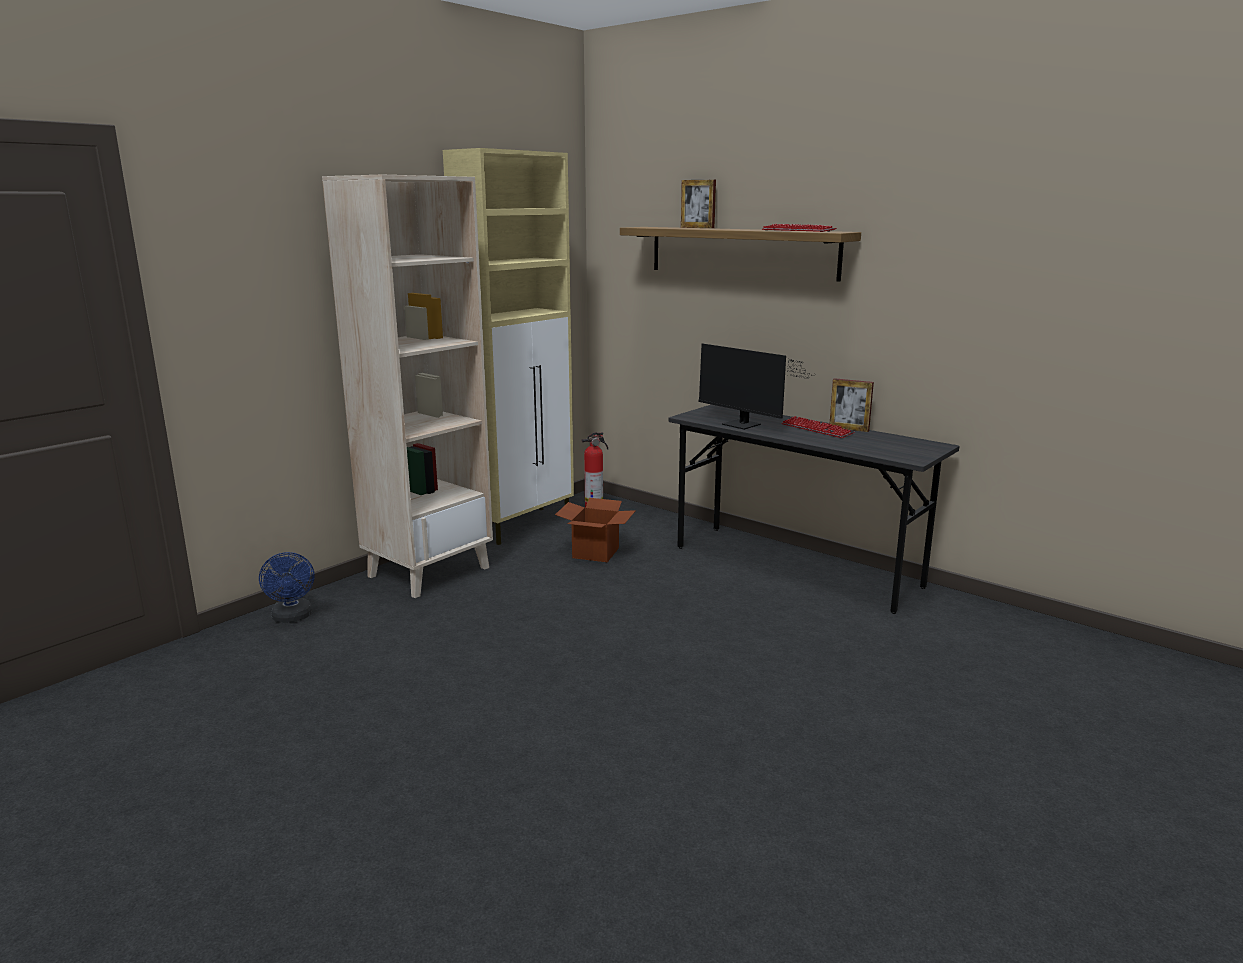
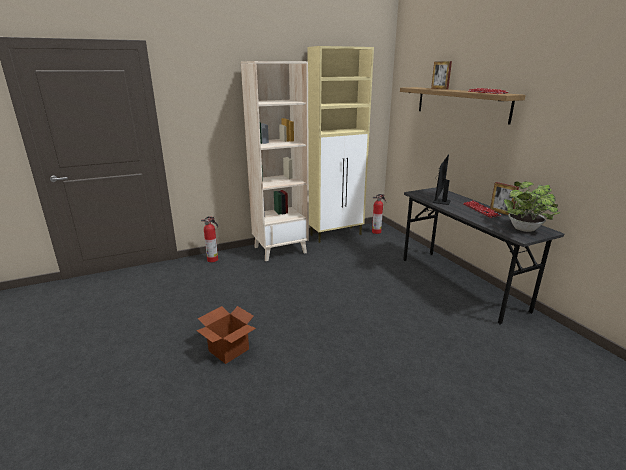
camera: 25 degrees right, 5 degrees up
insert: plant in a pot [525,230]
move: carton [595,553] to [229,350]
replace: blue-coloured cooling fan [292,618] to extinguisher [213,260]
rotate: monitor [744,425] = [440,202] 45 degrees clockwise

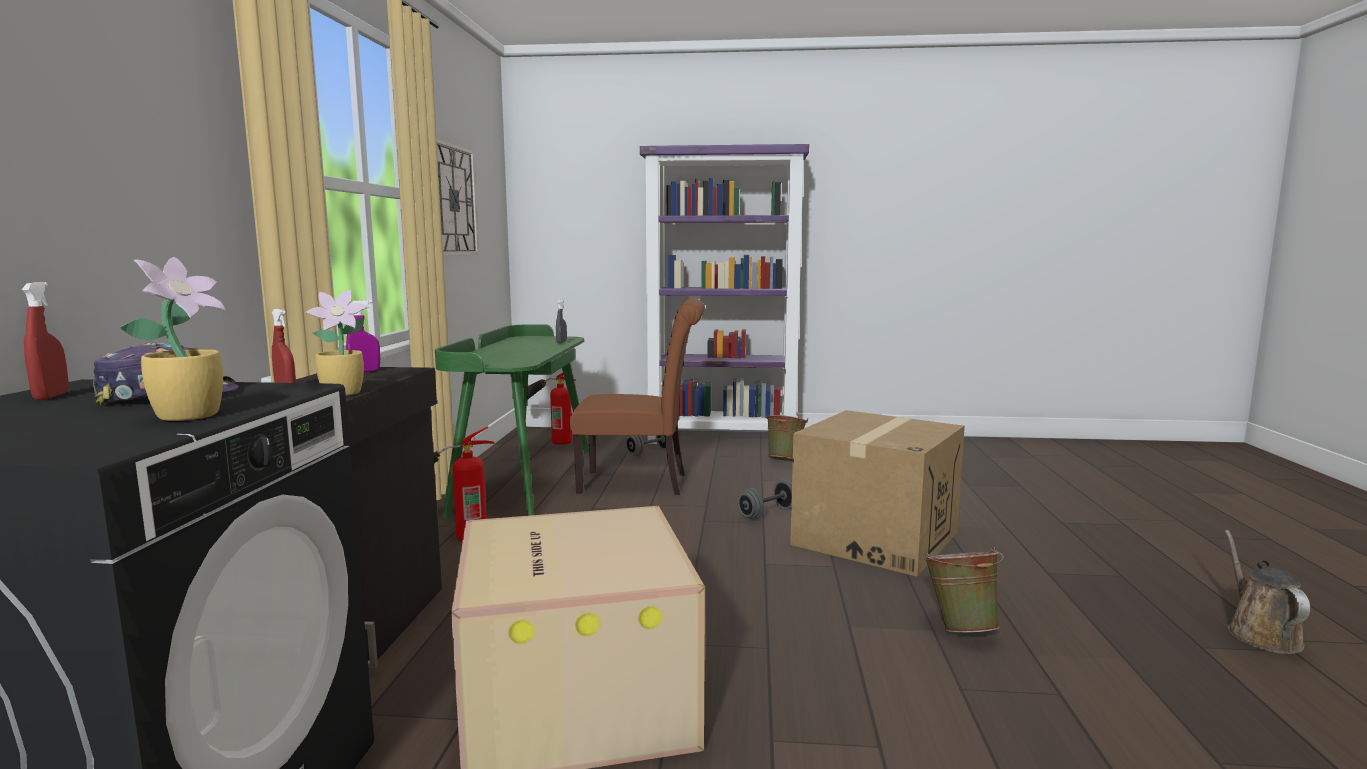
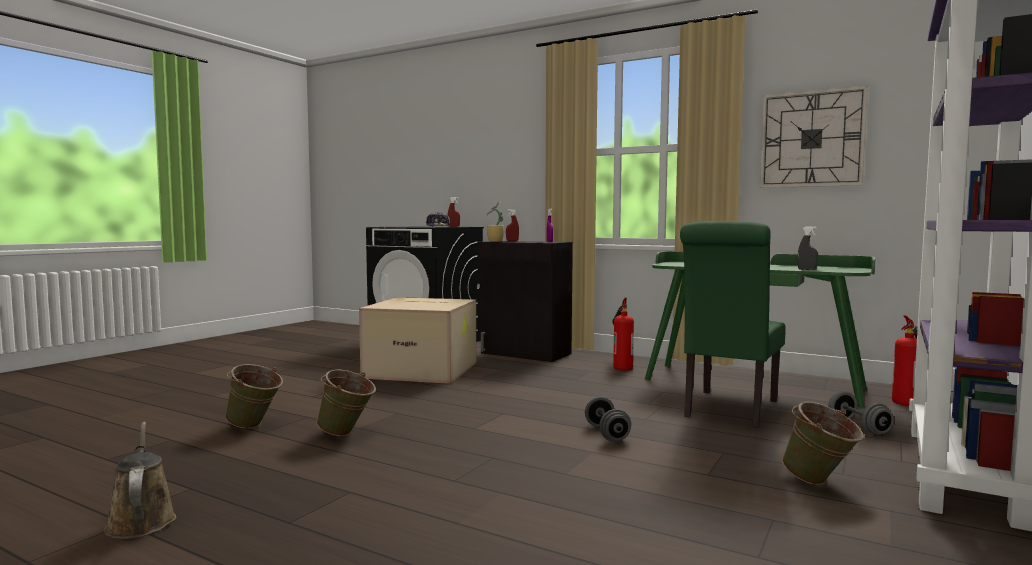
camera: 115 degrees right, 5 degrees down
delete: plant in a pot [192,415]; carton [875,538]
insert: green-coloured water bucket [254,427]
recolor: brown-coloured upright chair [640,483] to green-coloured upright chair [728,410]
rotate: brown-coloured sprinkling can [1260,634] = [141,521] 150 degrees counterclockwise

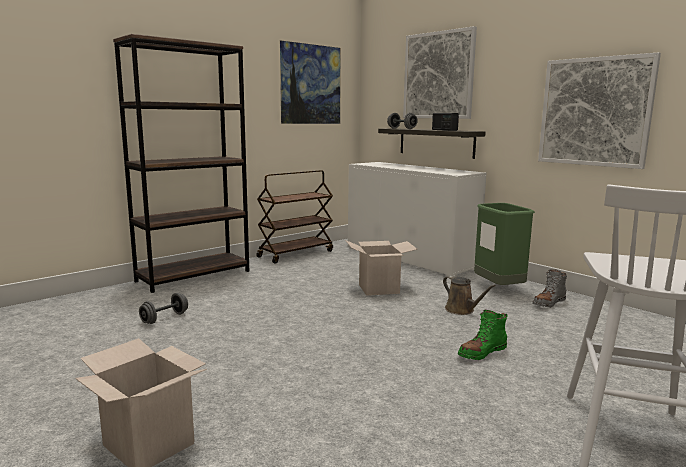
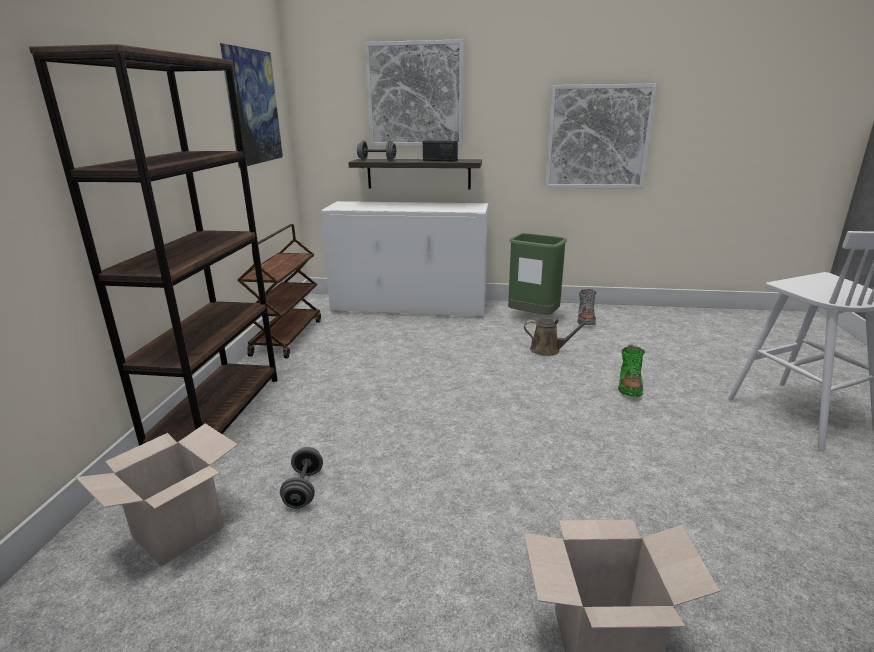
camera: 40 degrees left, 10 degrees up
move: carton [379,289] to [178,531]

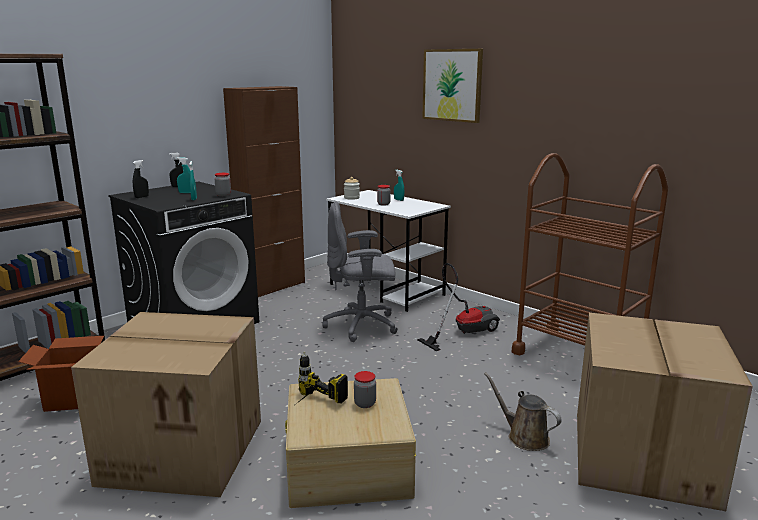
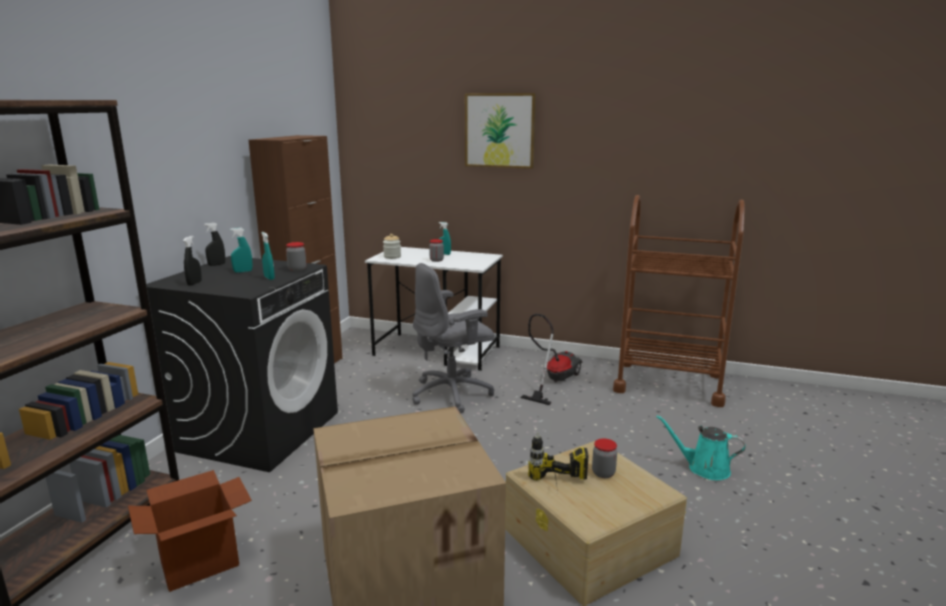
camera: 25 degrees left, 0 degrees up
delete: carton [645,459]
recolor: brown-coloured sprinkling can [524,437] to turquoise-coloured sprinkling can [704,468]

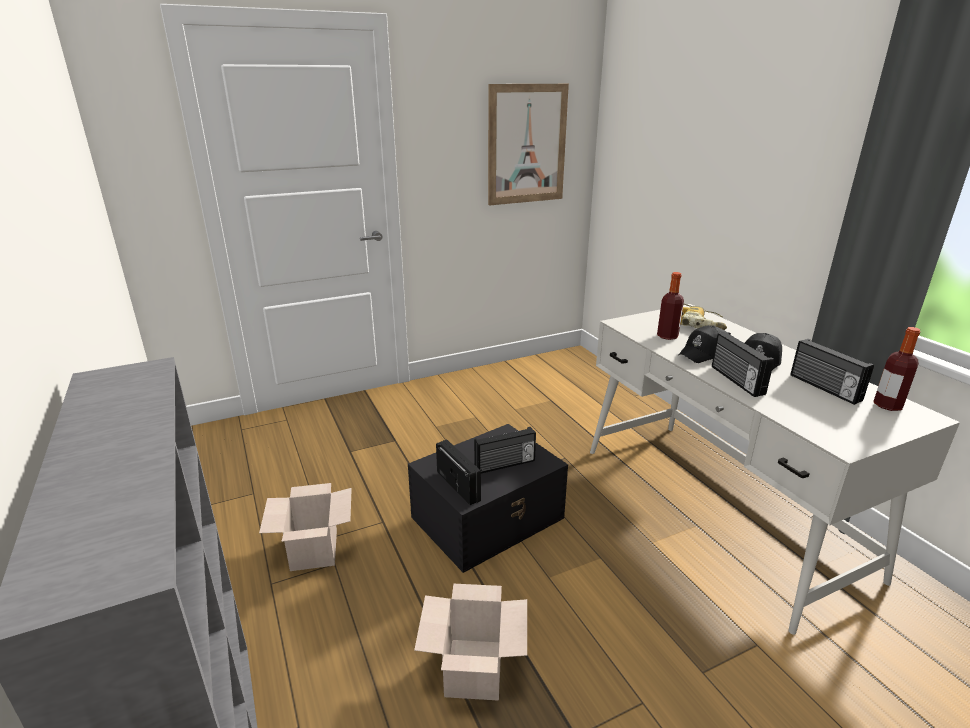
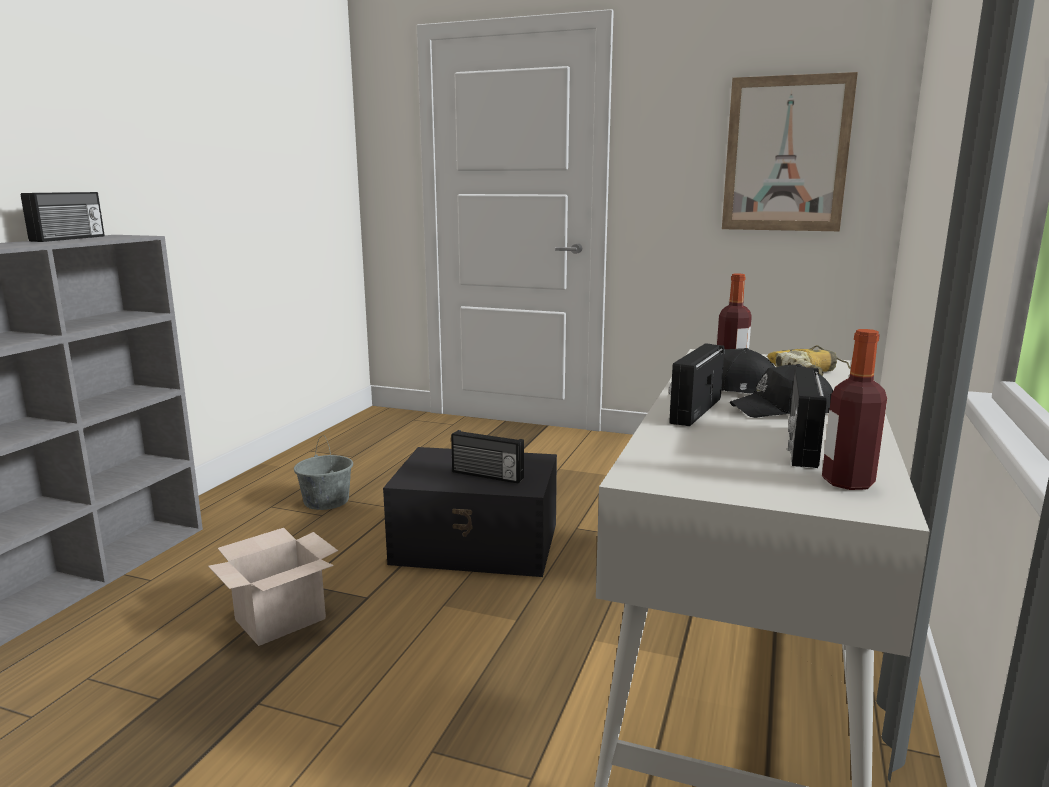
camera: 45 degrees right, 10 degrees down
move: radio receiver [459,485] to [70,238]
replace: carton [313,549] to greyish water bucket [326,501]

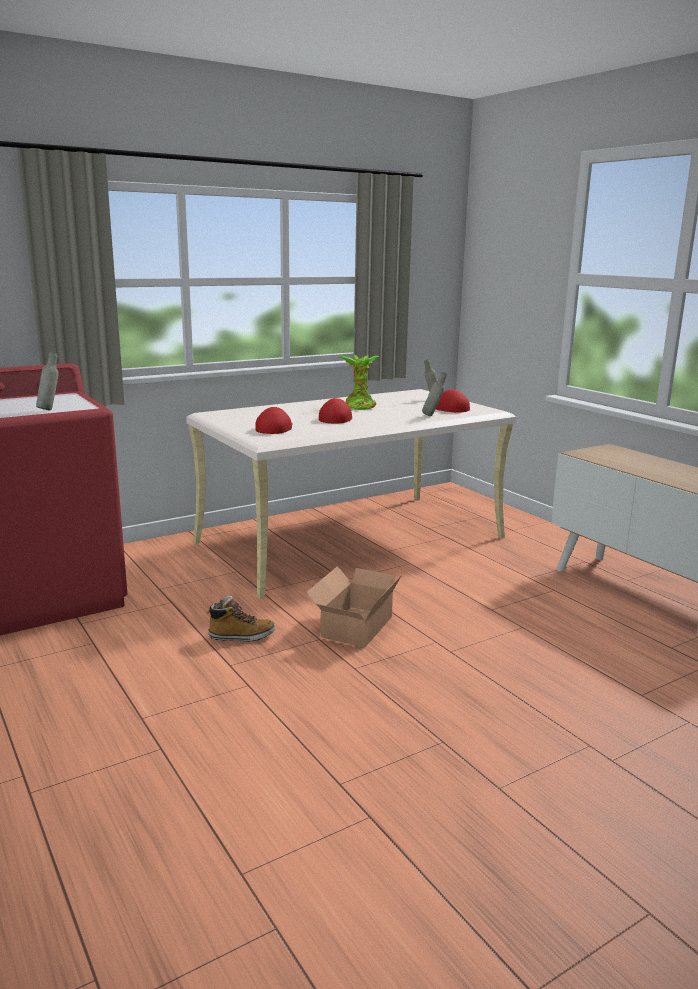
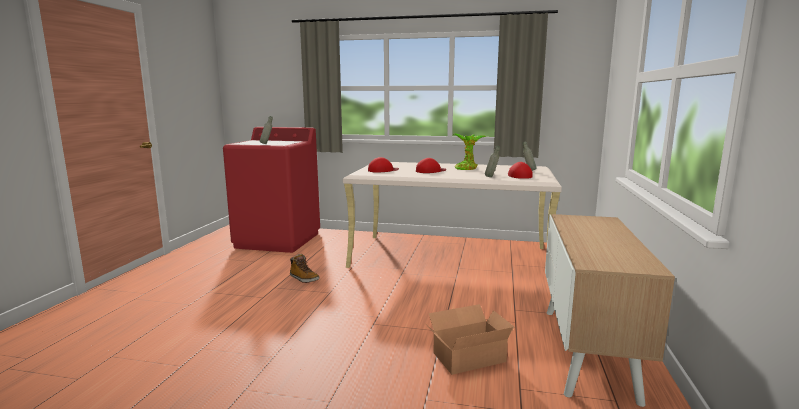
camera: 45 degrees right, 5 degrees down
move: carton [353,627] to [466,356]

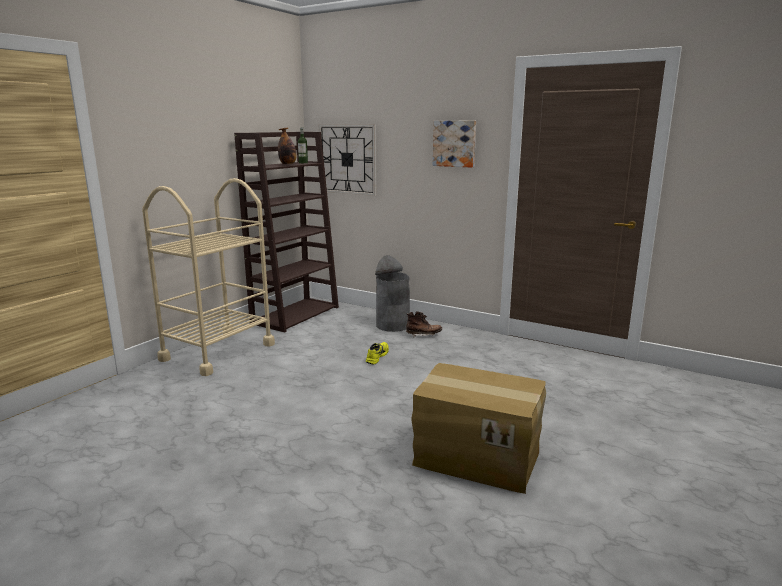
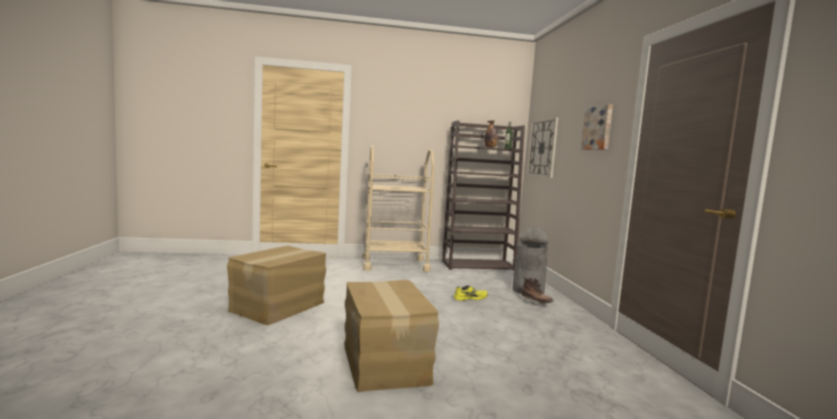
camera: 50 degrees right, 10 degrees down
insert: carton [279,307]

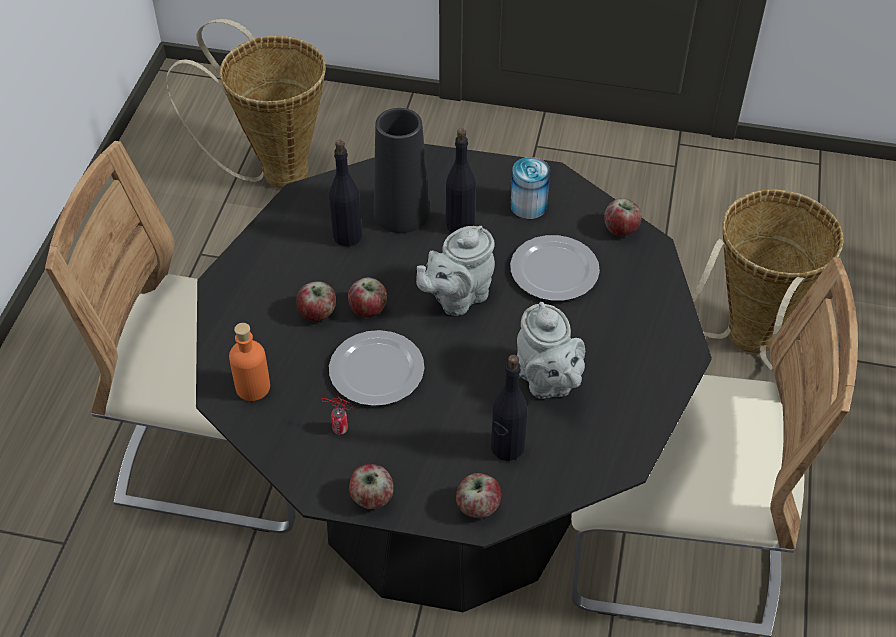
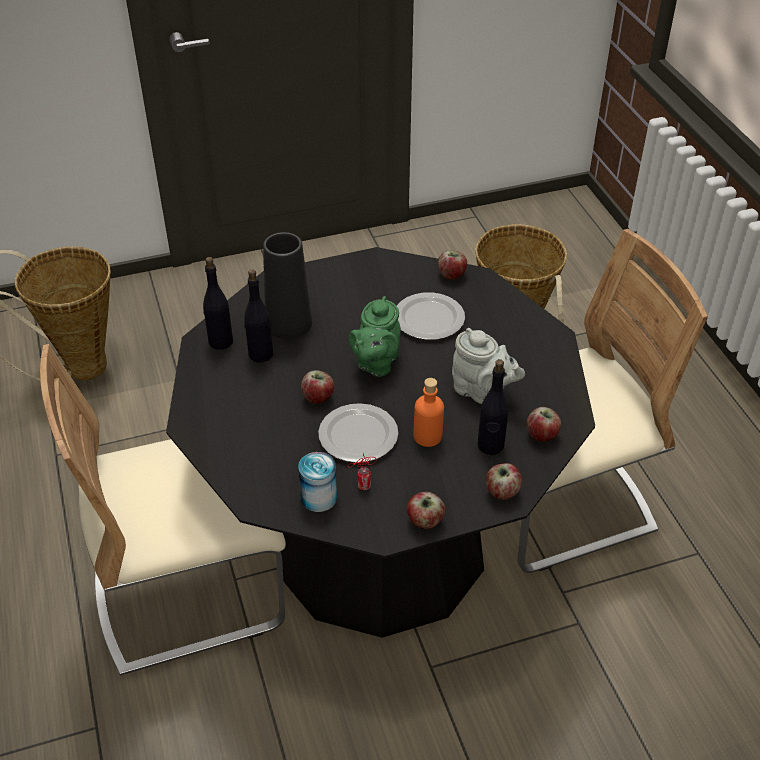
camera: 30 degrees left, 5 degrees down
move: orange bottle [253,387] to [427,436]; apple fruit [317,313] to [542,435]; black bottle [459,224] to [220,341]; can [528,206] to [319,497]
recolor: greyish tea pot [457,298] to green-coloured tea pot [376,363]

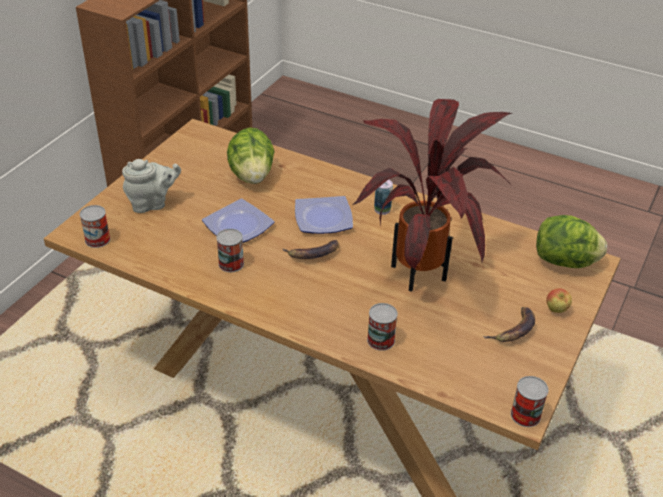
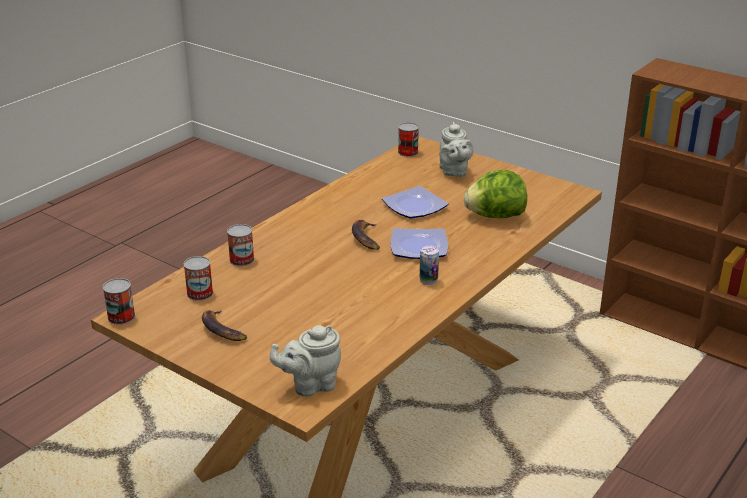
camera: 100 degrees right, 10 degrees down
delete: plant in a pot [425,273]; apple fruit [556,310]
move: can [231,264] to [200,293]
replace: lettuce [565,262] to greyish tea pot [310,385]

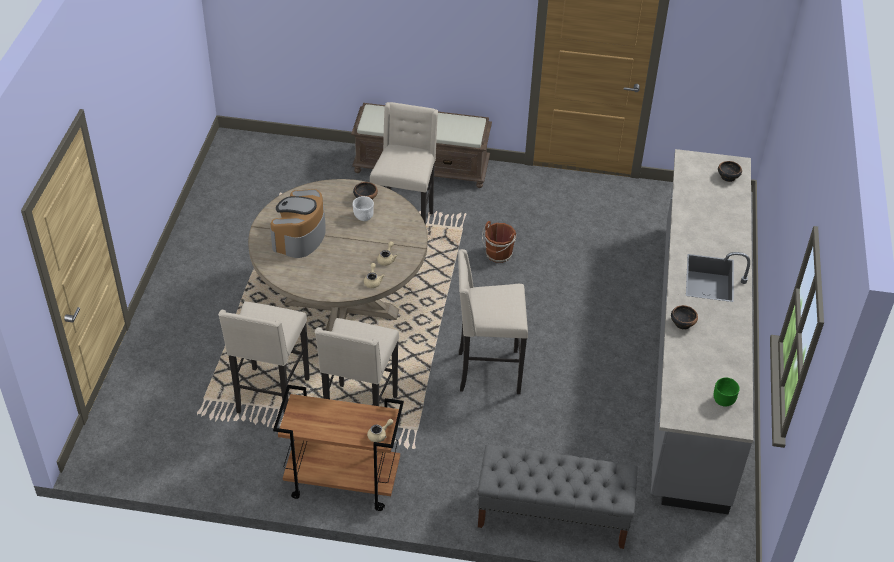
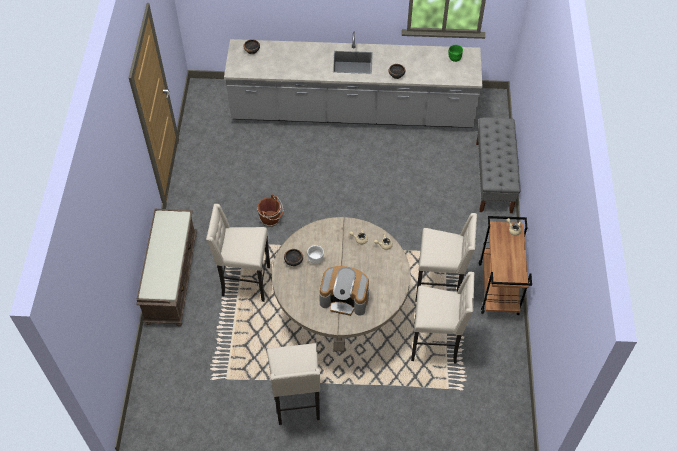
camera: 95 degrees left, 10 degrees up
move: sand-coloured stool [487,372] to [297,402]

